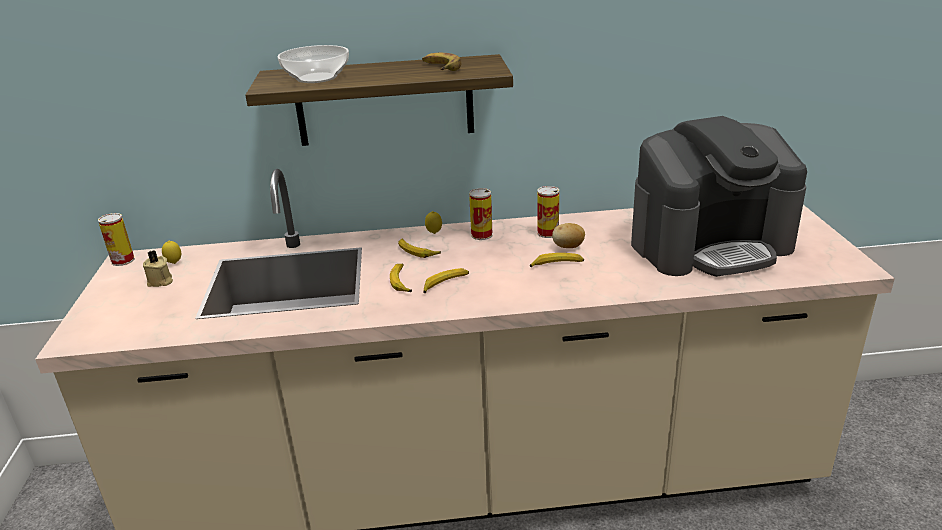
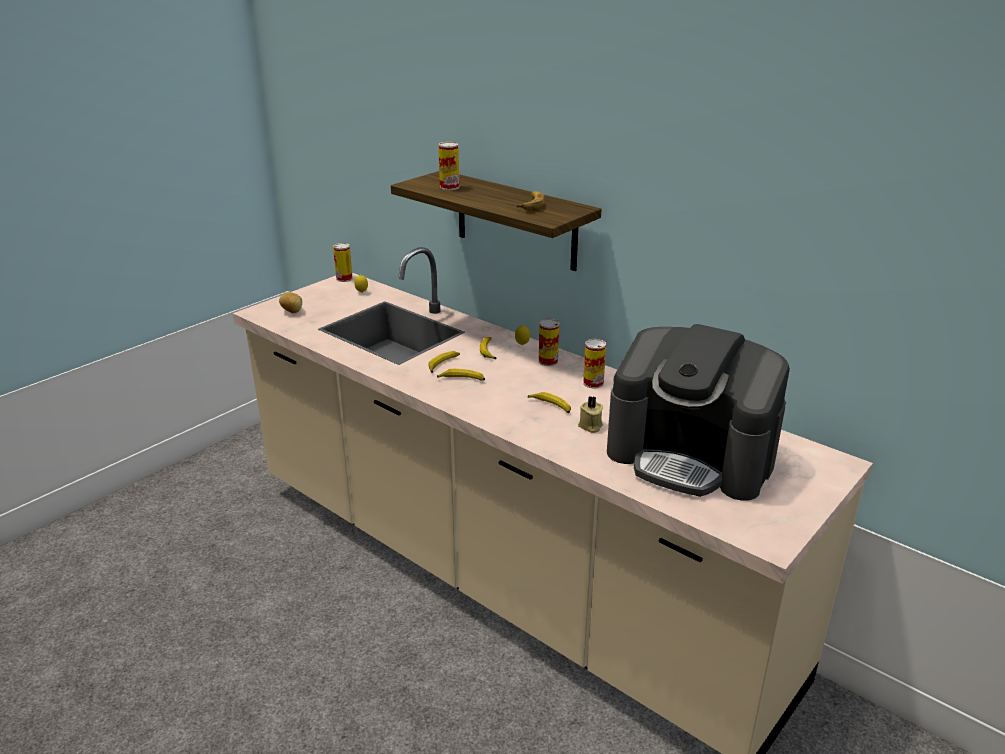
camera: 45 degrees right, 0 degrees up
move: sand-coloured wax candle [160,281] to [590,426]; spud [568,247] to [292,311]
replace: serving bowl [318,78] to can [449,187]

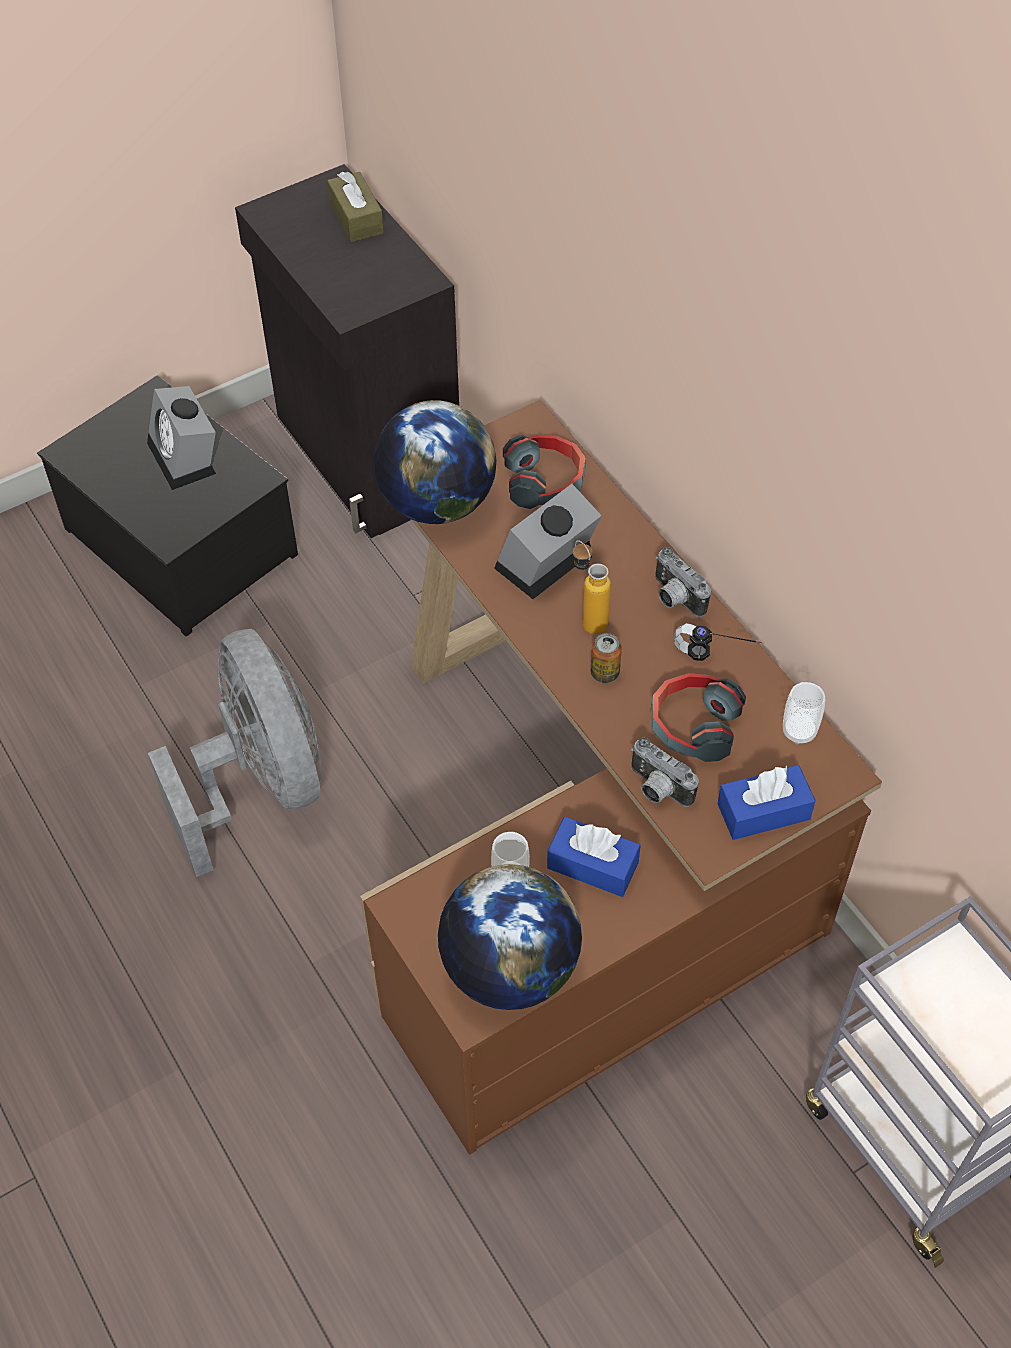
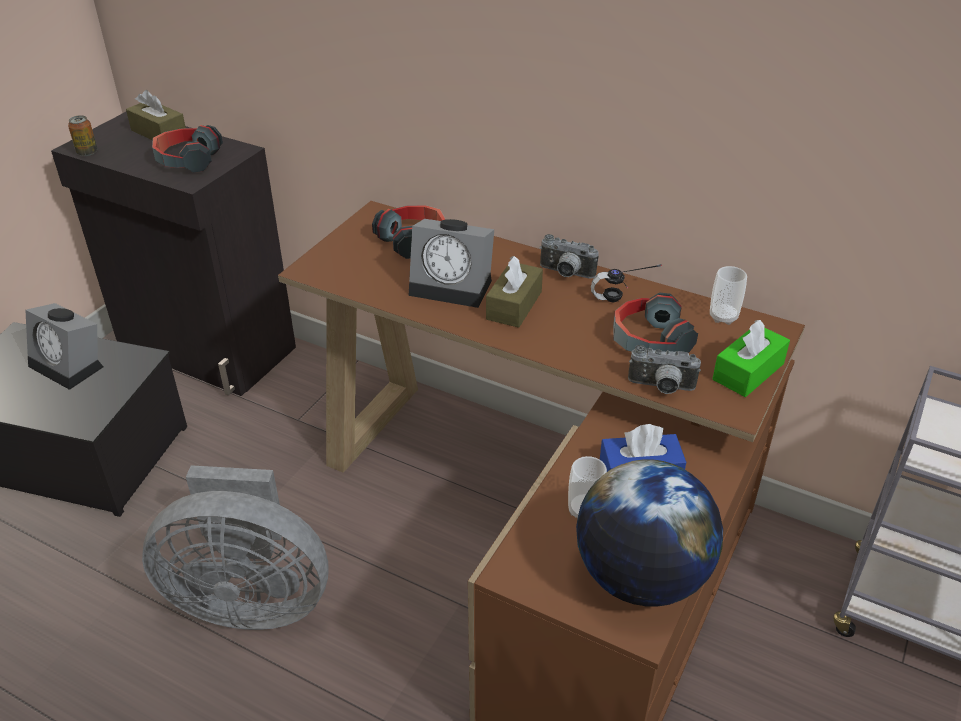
camera: 30 degrees left, 15 degrees down
delete: desk globe [436,503]
insert: headphones [187,160]
move: can [605,673] to [87,152]
replace: bottle [588,618] to brown-coloured box of tissues [514,305]
recolor: blue-coloured box of tissues [763,811] to green-coloured box of tissues [748,372]
rotate: greyish cooling fan [260,784] = [250,599] 150 degrees clockwise; table clock [544,565] = [454,286] 90 degrees counterclockwise

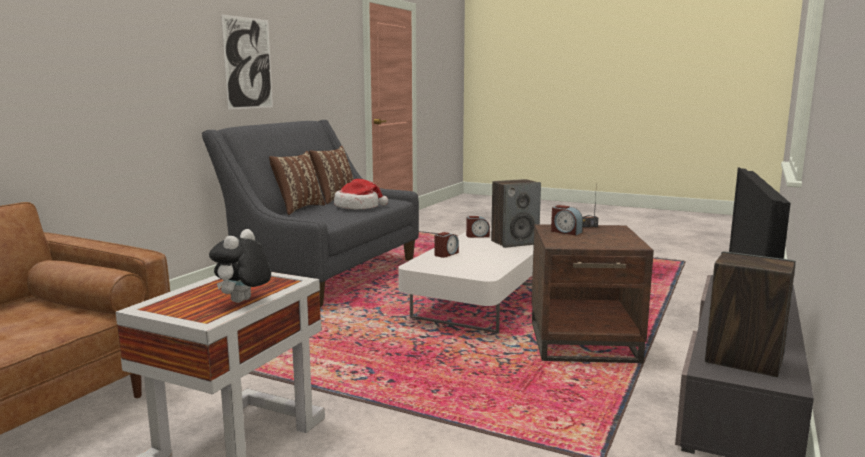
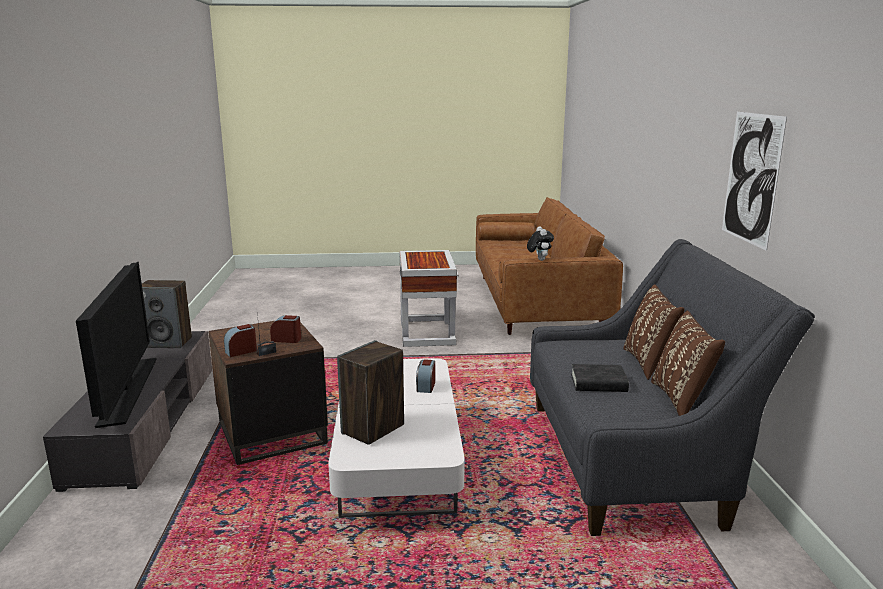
camera: 150 degrees right, 5 degrees up
move: cuddly toy [243,302] to [539,259]; table clock [477,236] to [241,351]
replace: clothing hat [358,207] to black book [598,383]

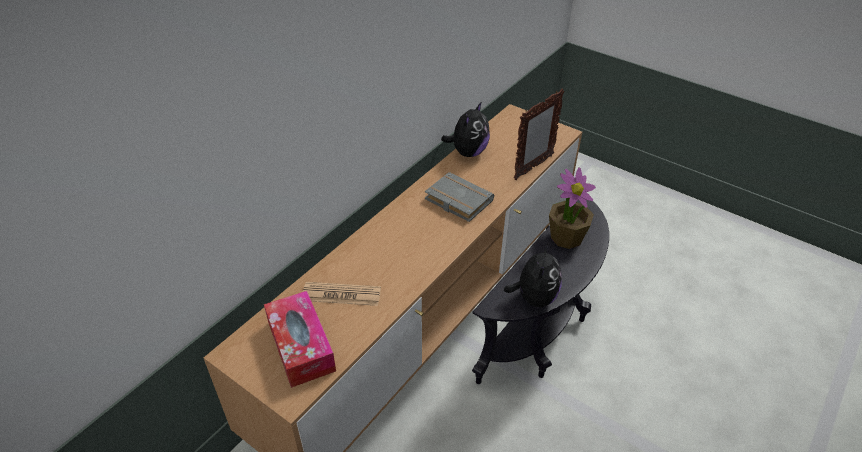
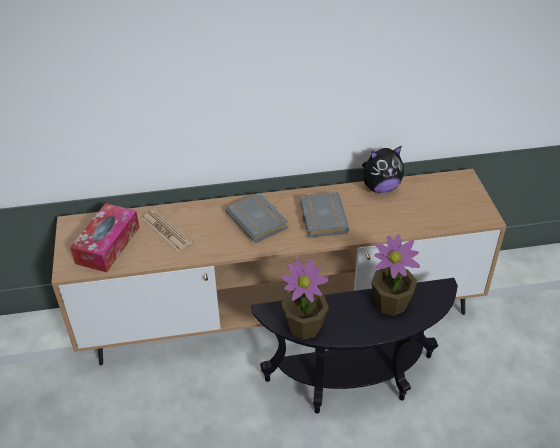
camera: 45 degrees right, 0 degrees up
delete: standing frame [533,167]
insert: greyish book [259,221]
replace: cuddly toy [534,297] to plant in a pot [304,326]

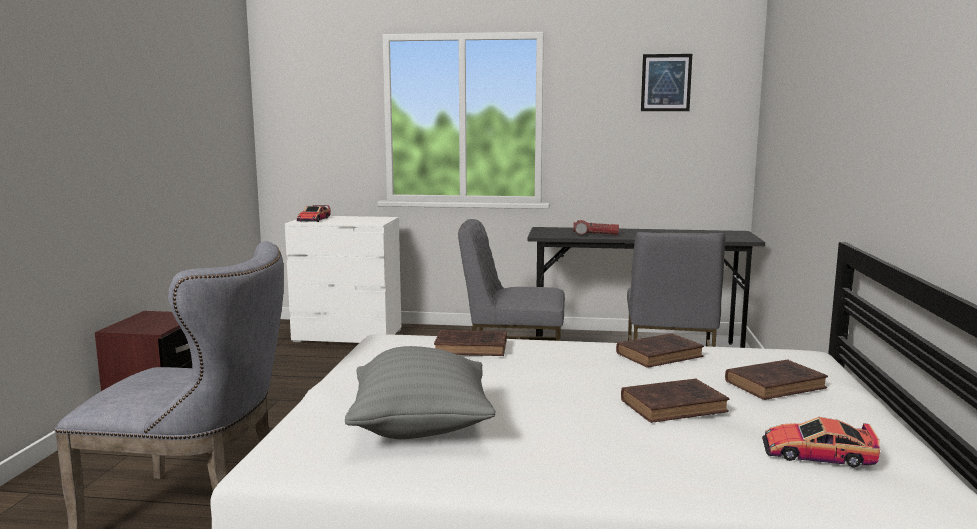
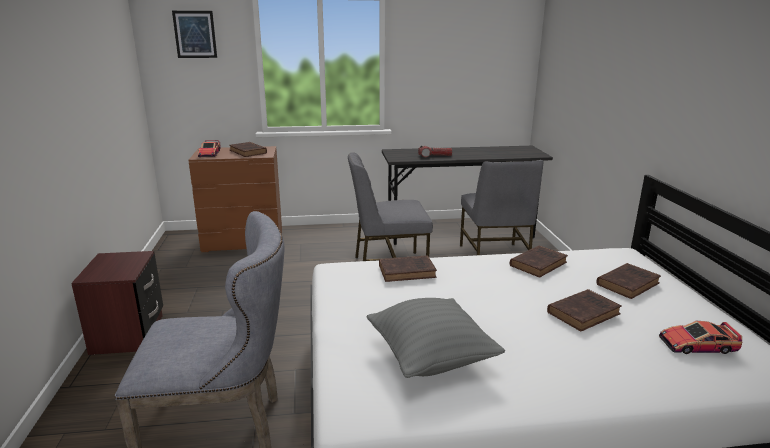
camera: 15 degrees left, 10 degrees up
insert: brown-coloured book [248,152]
move: wall picture [666,82] to [195,34]
recolor: white-coloured chest of drawers [348,336] to brown-coloured chest of drawers [244,242]

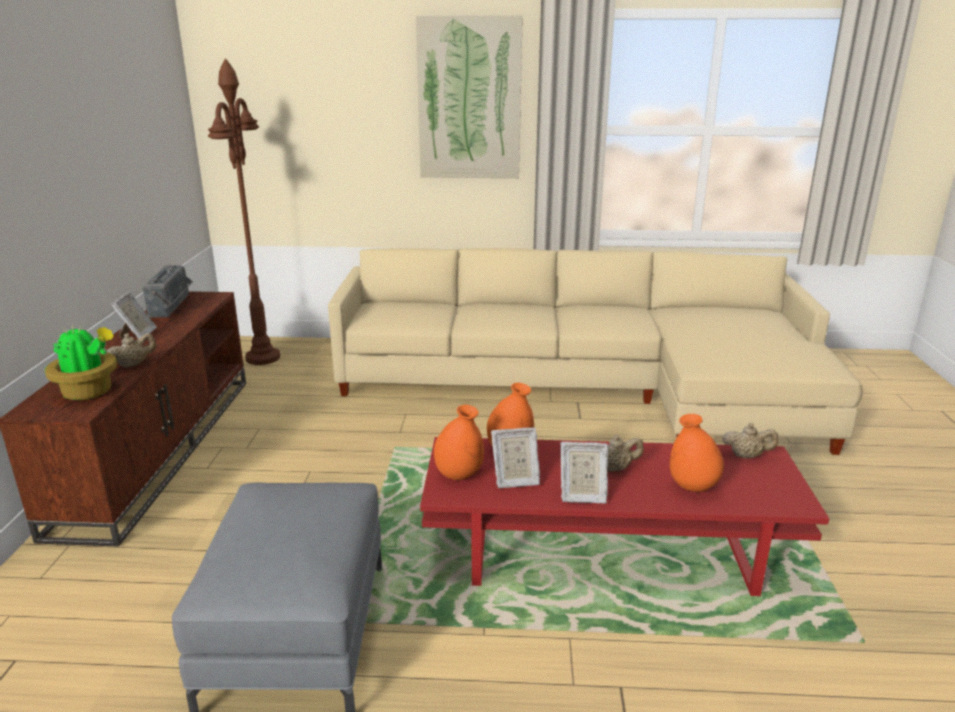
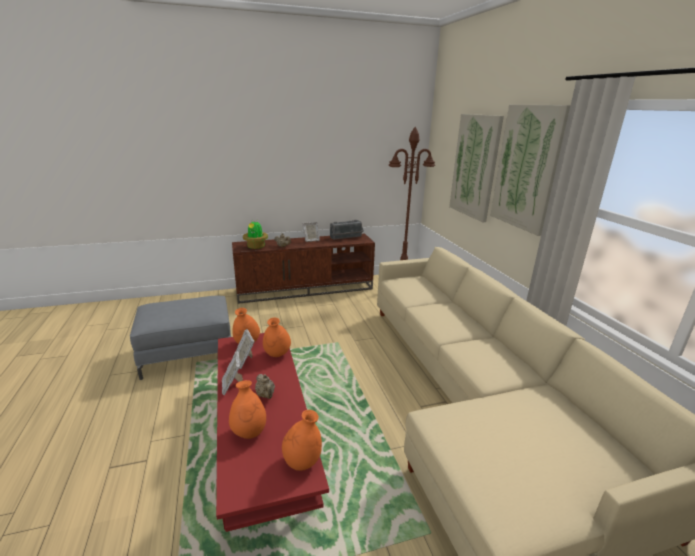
camera: 70 degrees right, 0 degrees up
insert: wall picture [475,166]
replace: sand-coloured tea pot [747,456] to orange flower vase [302,462]

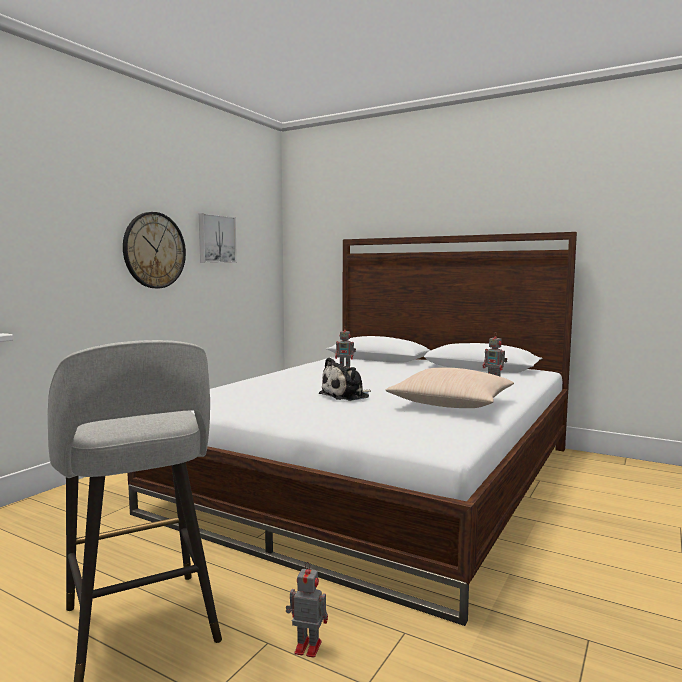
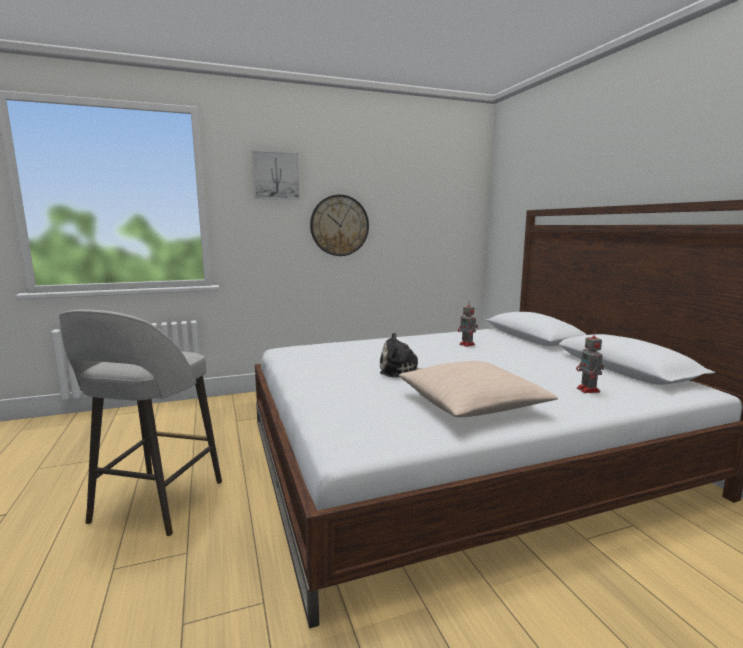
camera: 40 degrees right, 5 degrees up
delete: model robot [306,647]
move: wall picture [216,239] to [276,176]

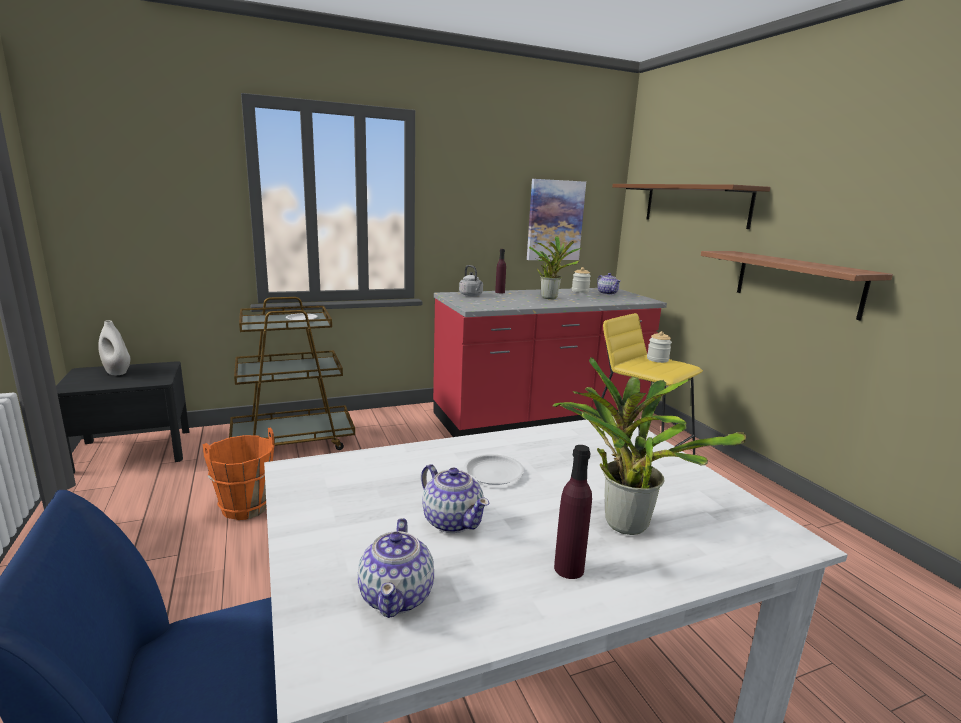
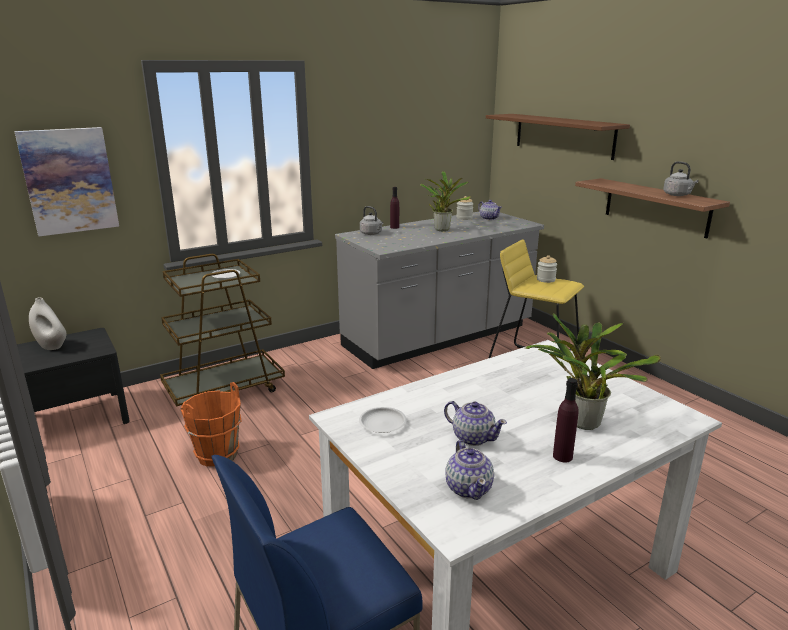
camera: 10 degrees left, 5 degrees up
insert: greyish water kettle [678,195]
move: white-coloured dinner plate [493,474] to [382,423]; wall picture [555,220] to [69,181]
recolor: reddish kitchen counter [540,417] to greyish kitchen counter [439,337]

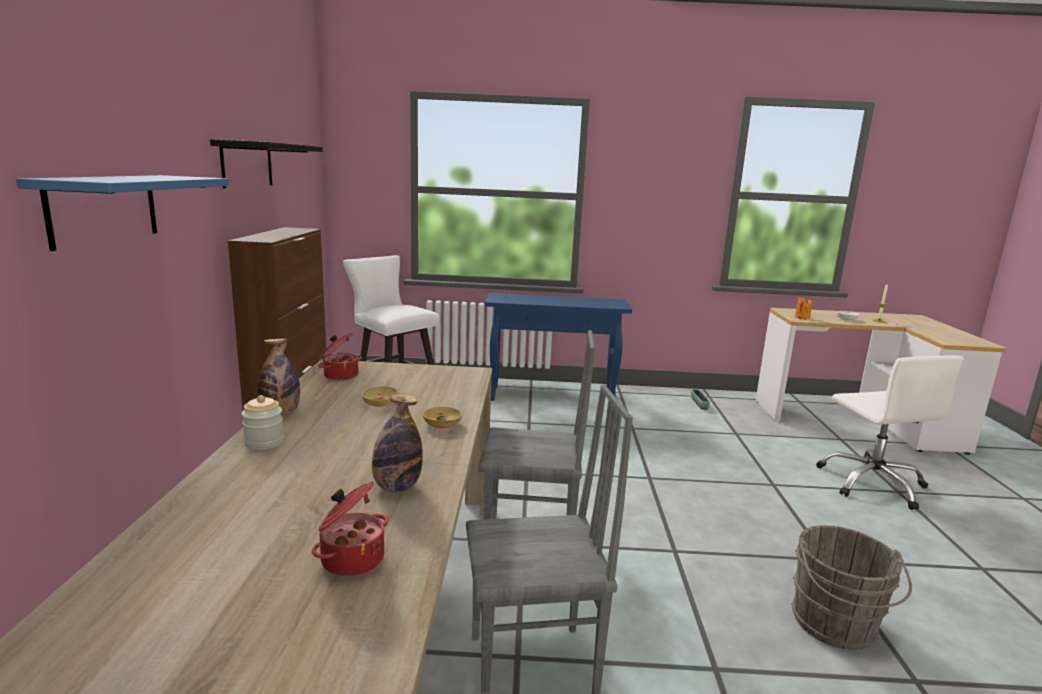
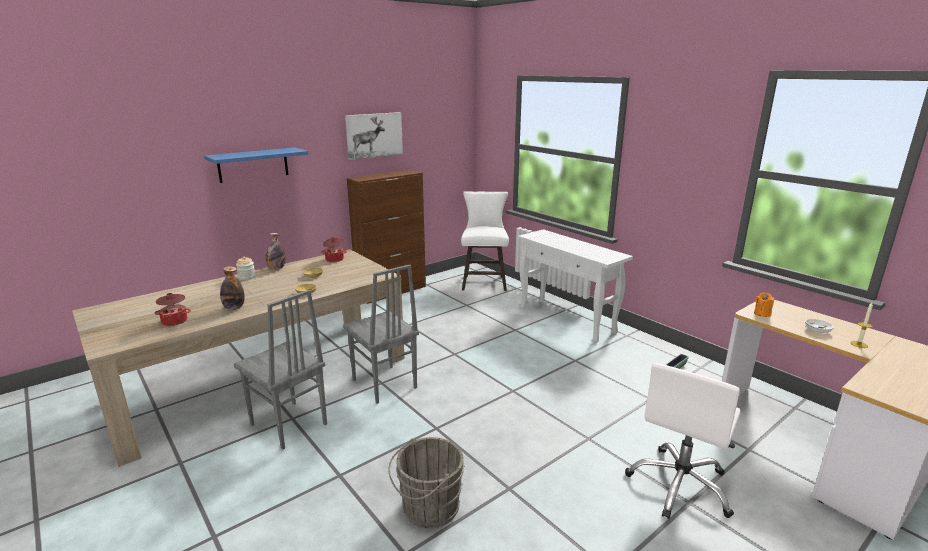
camera: 50 degrees right, 5 degrees up
replace: black wall shelf [247,164] to wall picture [374,135]
recolor: blue-coloured hall table [553,396] to white-coloured hall table [567,320]

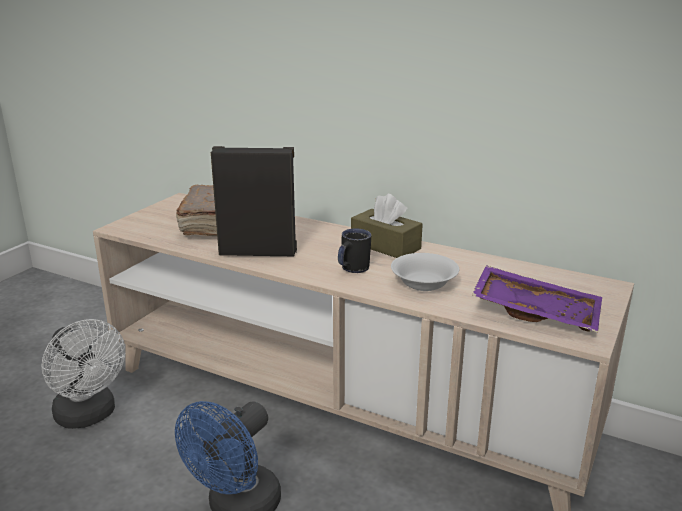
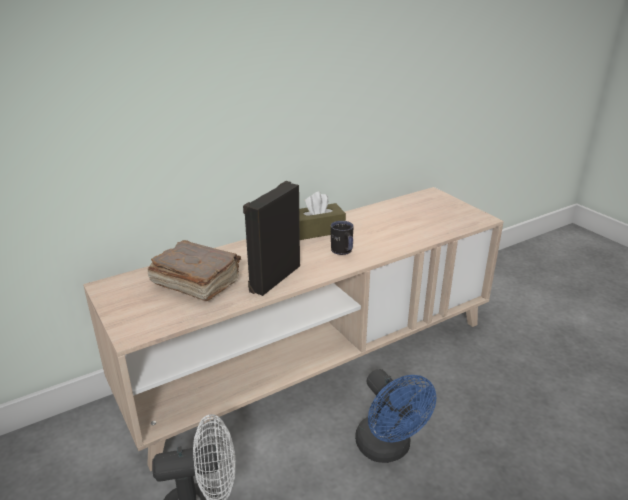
camera: 60 degrees left, 5 degrees up
delete: white-coloured serving bowl [424,283]; purple-coloured tray [536,311]

